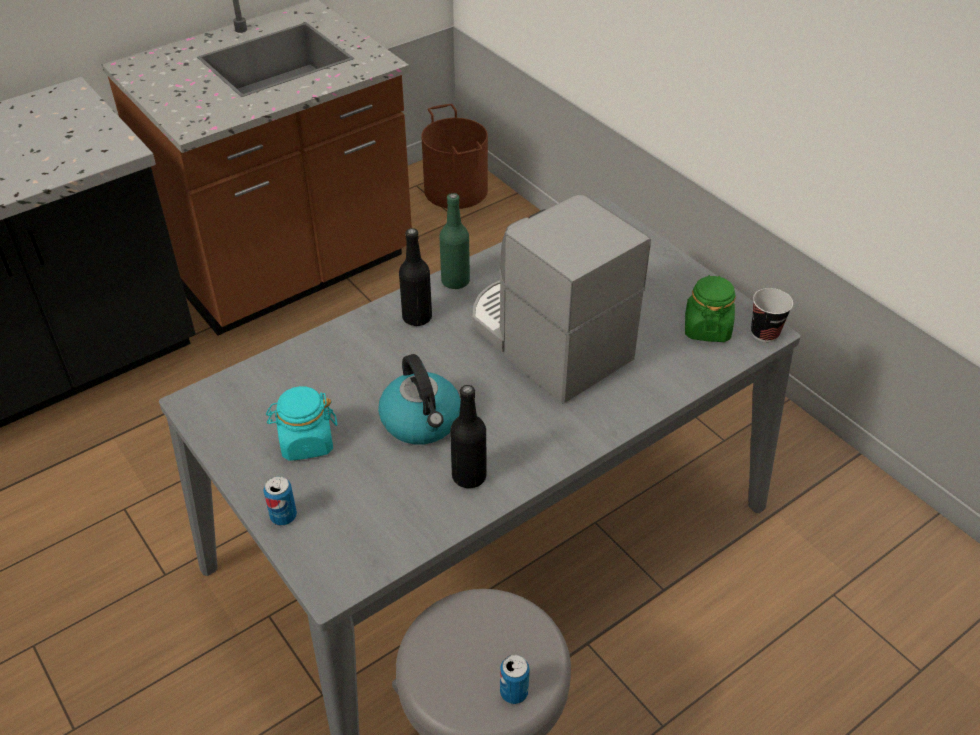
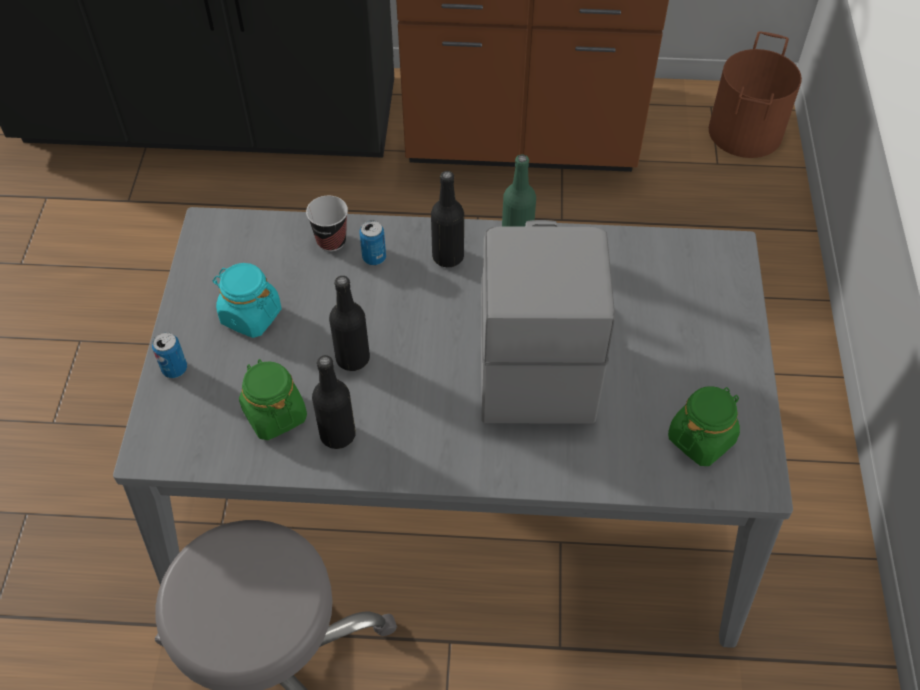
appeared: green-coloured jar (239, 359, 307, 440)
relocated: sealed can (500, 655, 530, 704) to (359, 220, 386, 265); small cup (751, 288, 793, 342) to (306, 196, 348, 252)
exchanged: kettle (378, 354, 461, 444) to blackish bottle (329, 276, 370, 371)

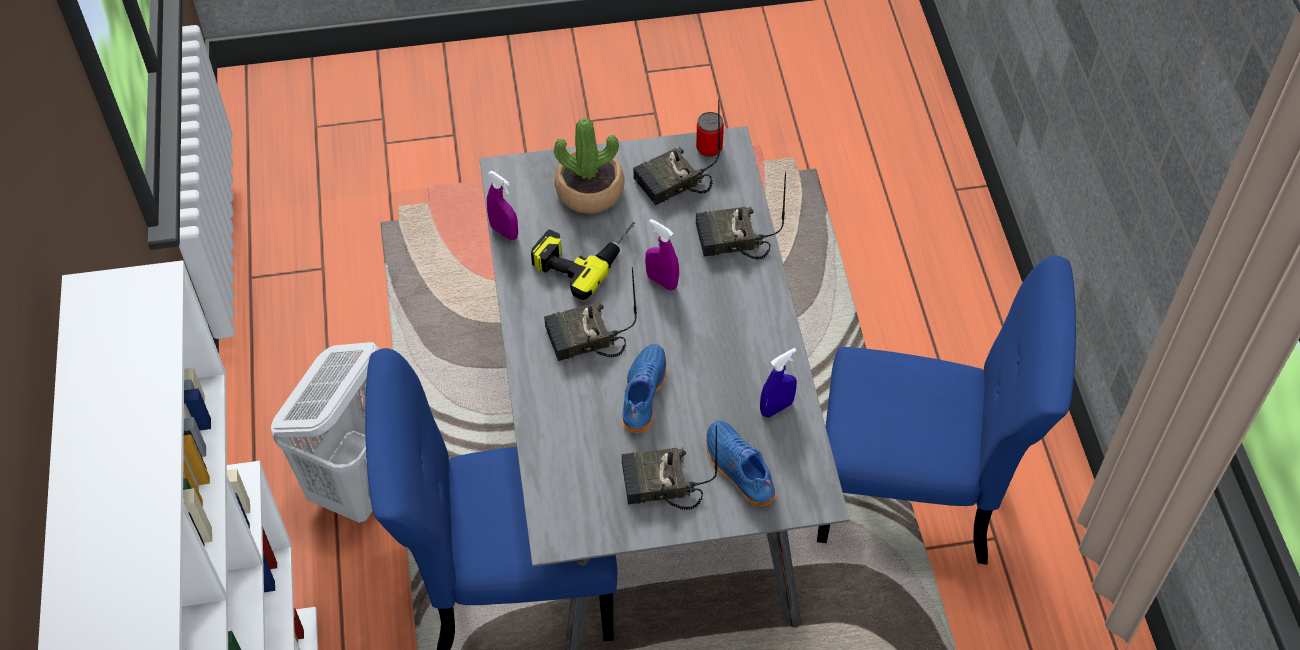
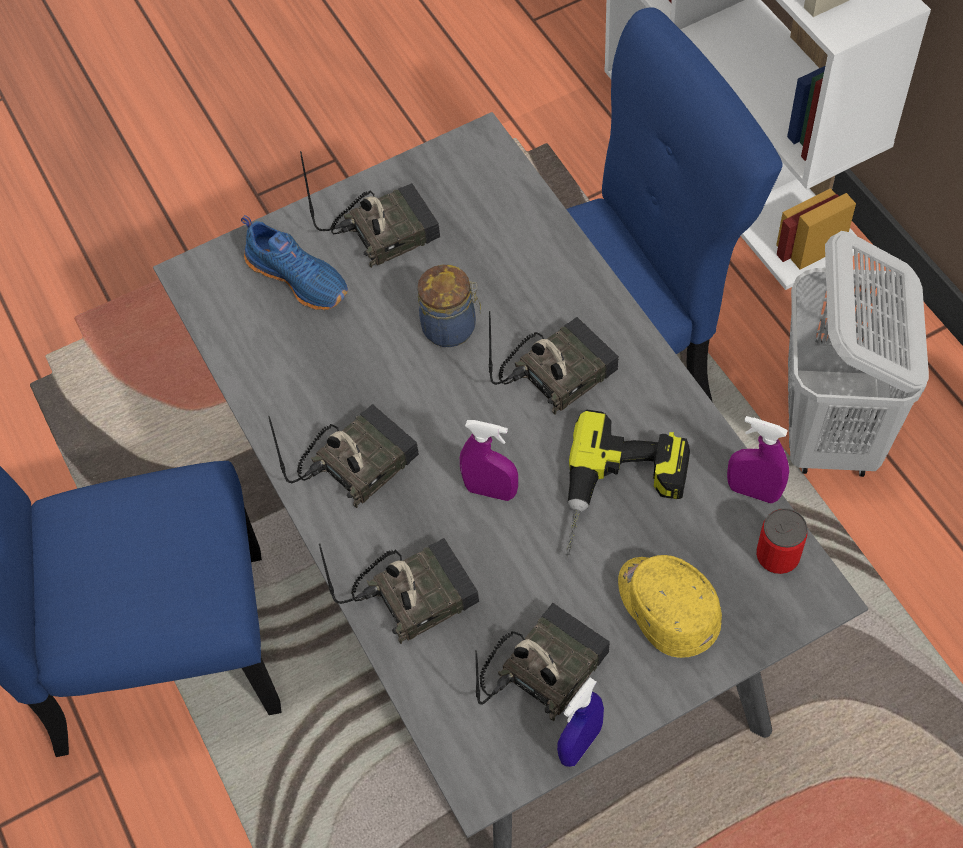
appeared: radio set (268, 404, 419, 508)
relocated: sealed can (696, 112, 724, 157) to (756, 508, 808, 574); bluish spray bottle (760, 348, 797, 418) to (557, 678, 604, 767)
exchanged: plant in a pot (554, 118, 625, 214) to yellow peaked cap (618, 555, 722, 658); bluish low shoe (622, 343, 667, 433) to jar (417, 265, 481, 347)

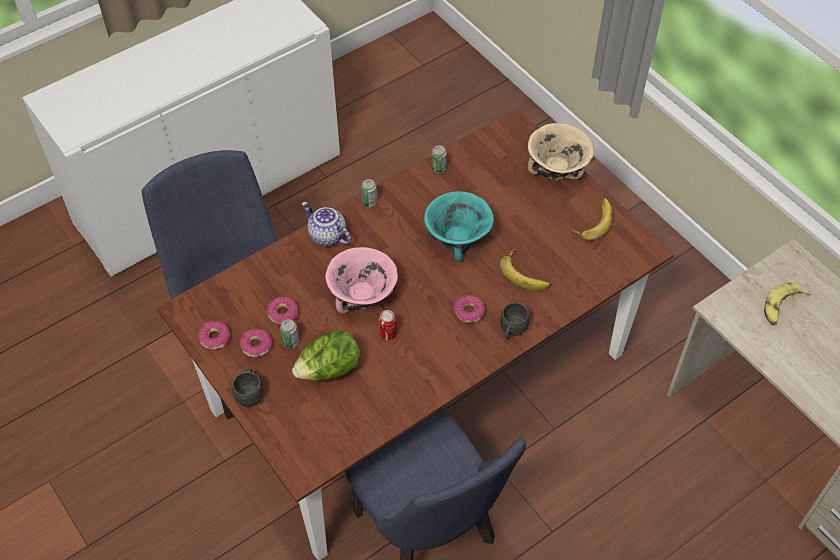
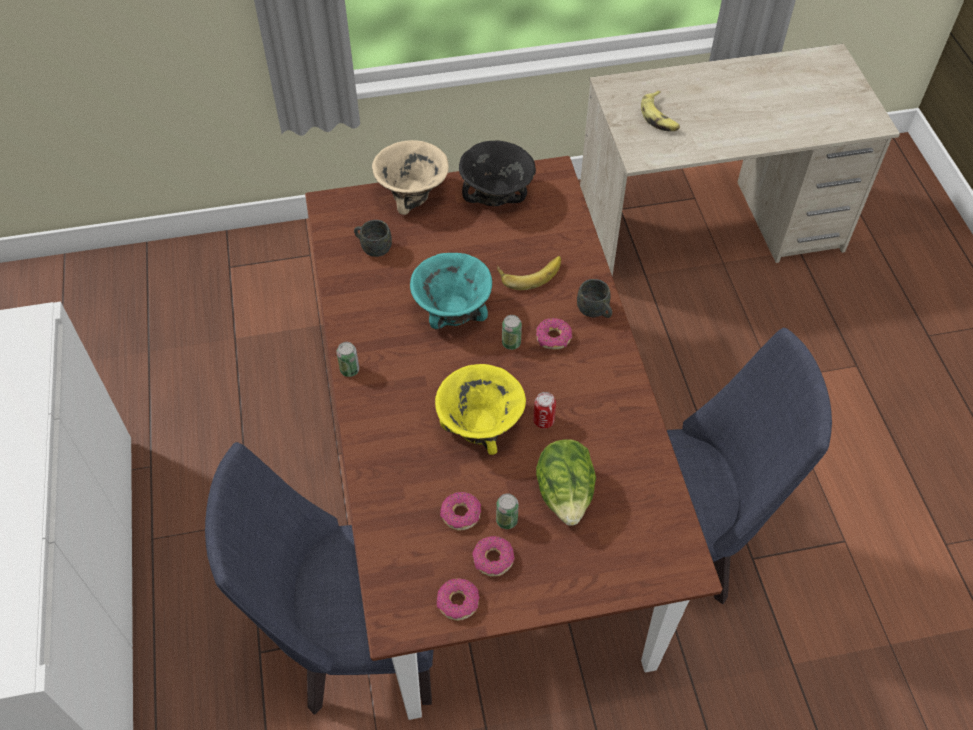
missing: teapot (302, 202, 351, 246)
relocated: grey tea mug (232, 368, 263, 407) to (354, 220, 392, 257); sealed can (431, 145, 447, 174) to (502, 315, 522, 350)
exchanged: banana (570, 198, 613, 241) to blackish bowl (459, 140, 536, 206)
colour: pinkish bowl (325, 247, 398, 313) to yellow bowl (435, 364, 526, 455)

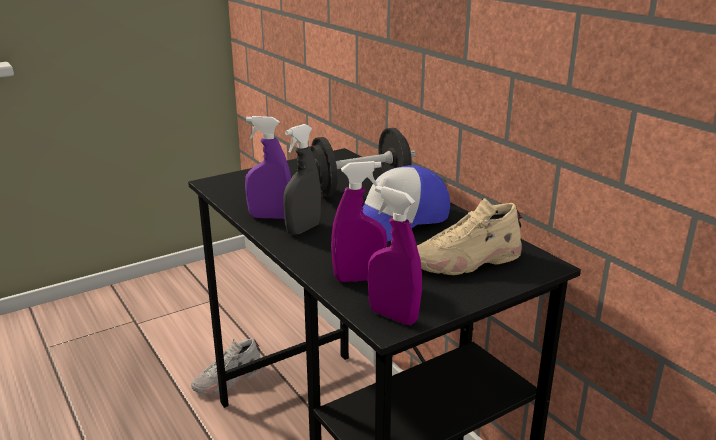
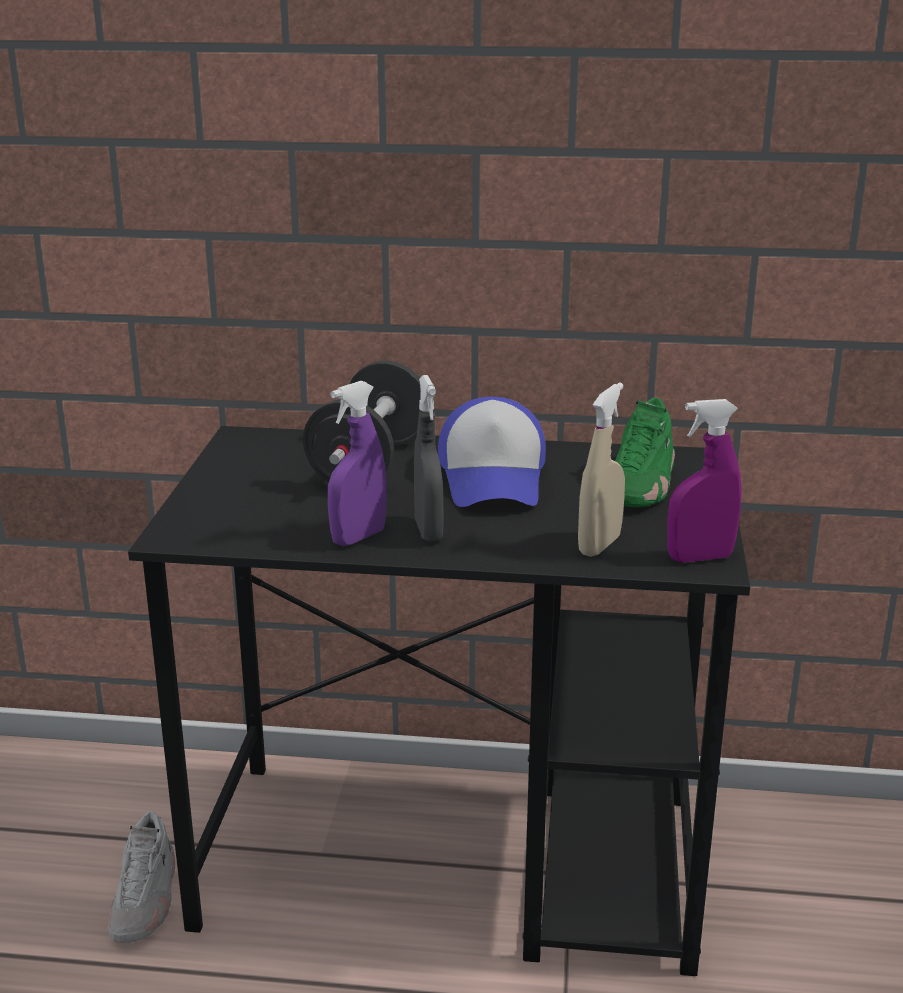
colour: purple spray bottle (331, 161, 387, 282) to sand-coloured spray bottle (578, 382, 625, 557); sand-coloured low shoe (417, 198, 522, 275) to green-coloured low shoe (615, 398, 675, 507)

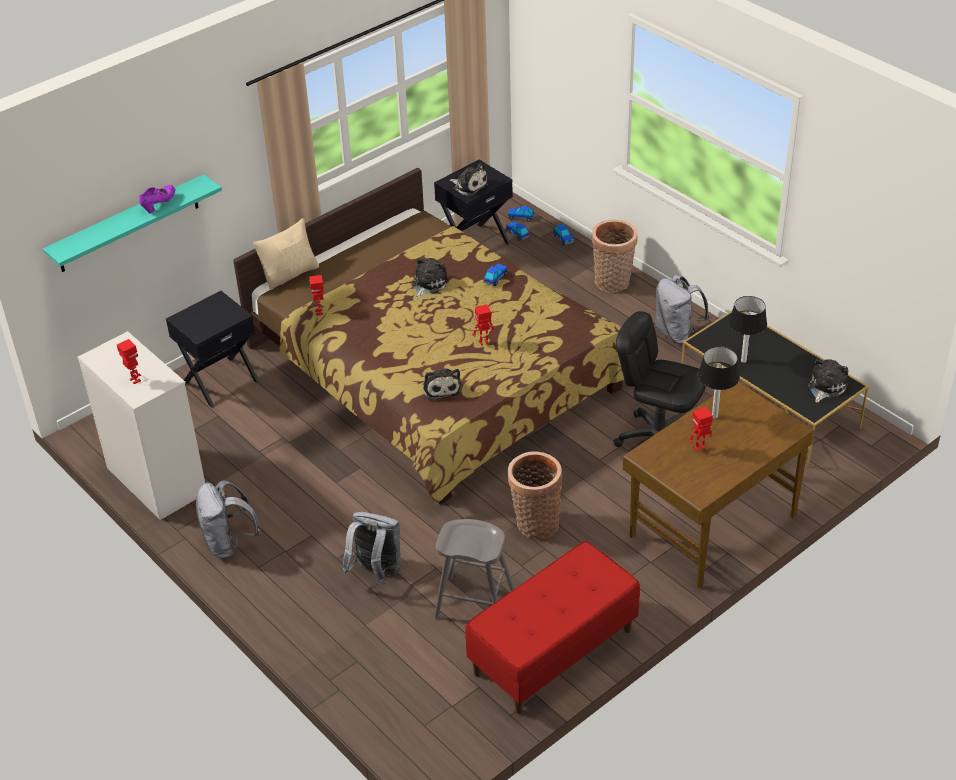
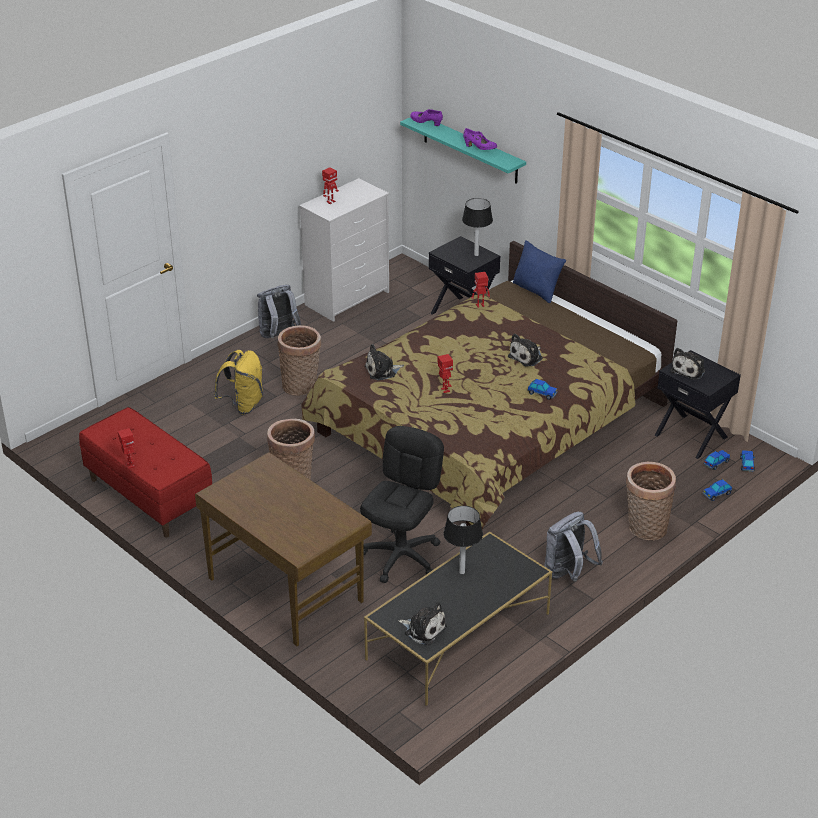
missing: grey stool seat (434, 519, 514, 619)
appeared: storage basket (277, 325, 321, 396); purple low shoe (410, 109, 443, 126)
relocated: toy robot (688, 407, 713, 452) to (118, 428, 135, 469); table lamp (698, 347, 740, 419) to (462, 198, 493, 256)
colour: sand-coloured throw pillow (253, 218, 319, 290) to bluish throw pillow (513, 240, 566, 303); grey knapsack (342, 512, 402, 585) to yellow knapsack (214, 350, 264, 414)
spun: plush toy (412, 258, 449, 298) = (508, 334, 543, 367) 105 degrees clockwise

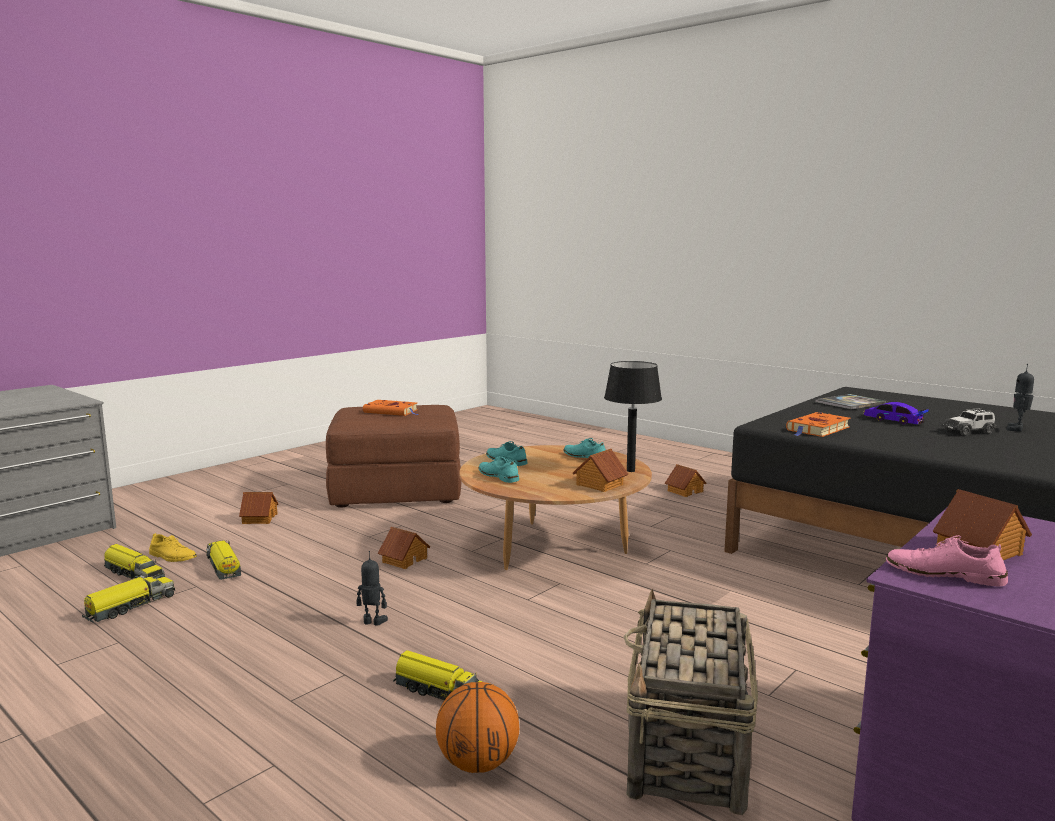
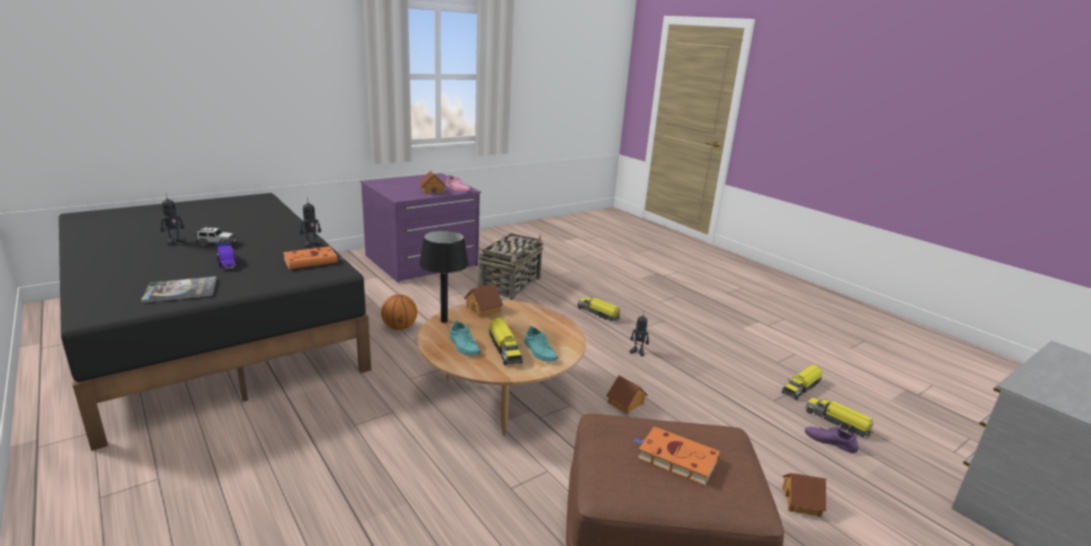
missing: blue-green low shoe (479, 456, 519, 483); miniature house (665, 464, 706, 497)
appeared: toy robot (300, 197, 321, 248)
relocated: toy truck (206, 540, 241, 580) to (489, 317, 523, 365); basketball (436, 682, 519, 773) to (381, 294, 417, 330)
colour: yellow low shoe (149, 533, 197, 562) to purple low shoe (805, 427, 858, 453)

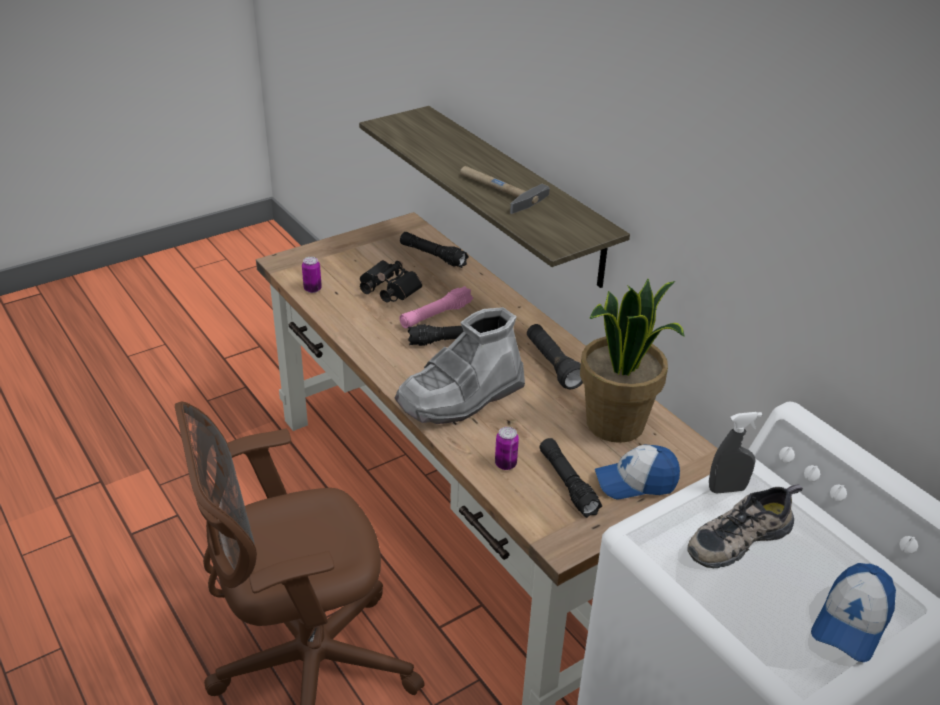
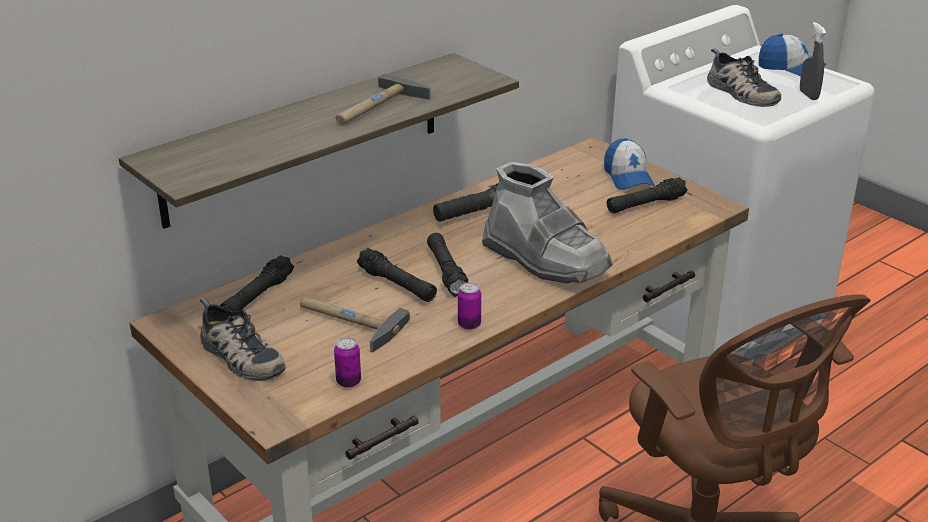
missing: plant in a pot (580, 279, 684, 443)
appeared: low shoe (200, 298, 286, 381)
relocated: sealed can (495, 427, 519, 470) to (458, 283, 481, 330); grey spray bottle (709, 412, 762, 494) to (800, 22, 826, 100)
exchanged: blackish field glasses (360, 260, 422, 303) to hand hammer (300, 296, 410, 353)
colour: pinkish torch (399, 286, 473, 328) to blackish torch (357, 248, 437, 302)

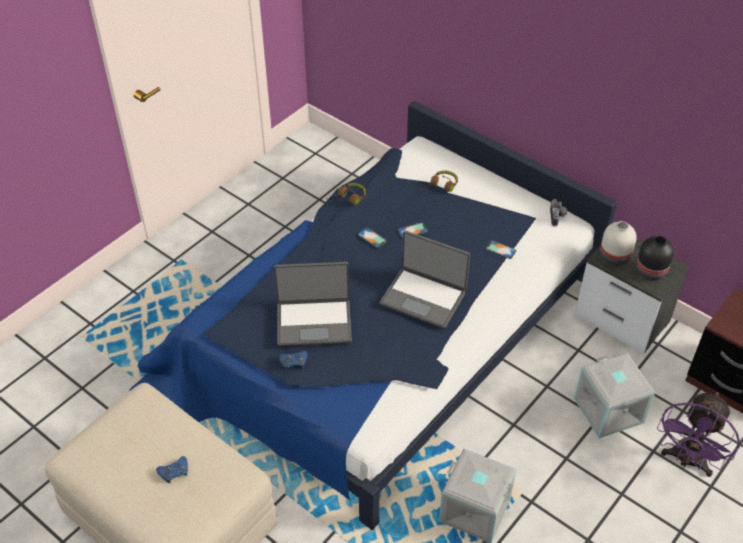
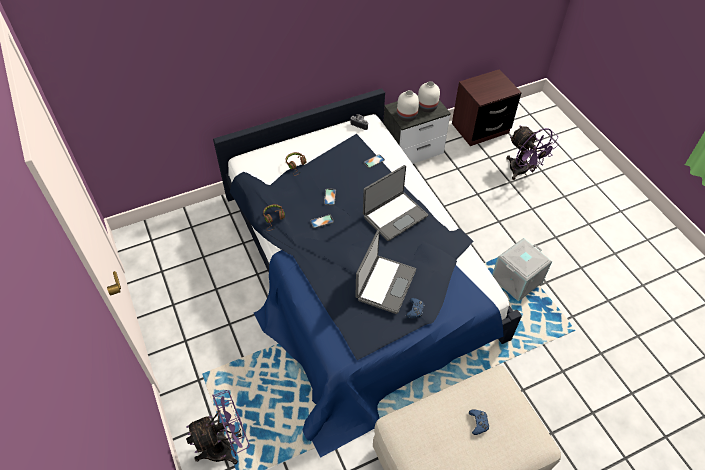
missing: grey storage container (574, 353, 655, 438)
appeared: purple electric fan (186, 390, 250, 465)
colour: blackish decorative vase (636, 236, 674, 281) to whitish decorative vase (418, 81, 440, 112)

